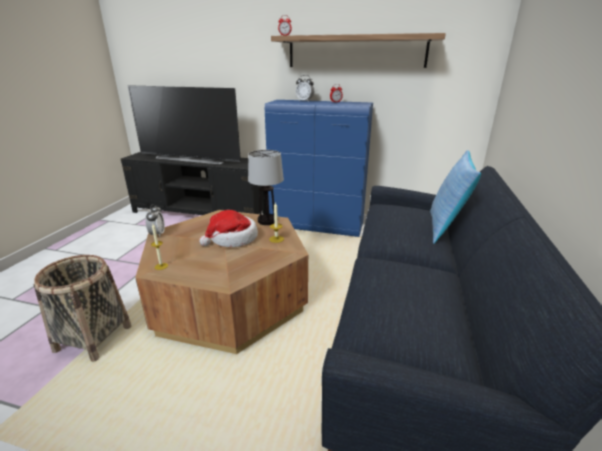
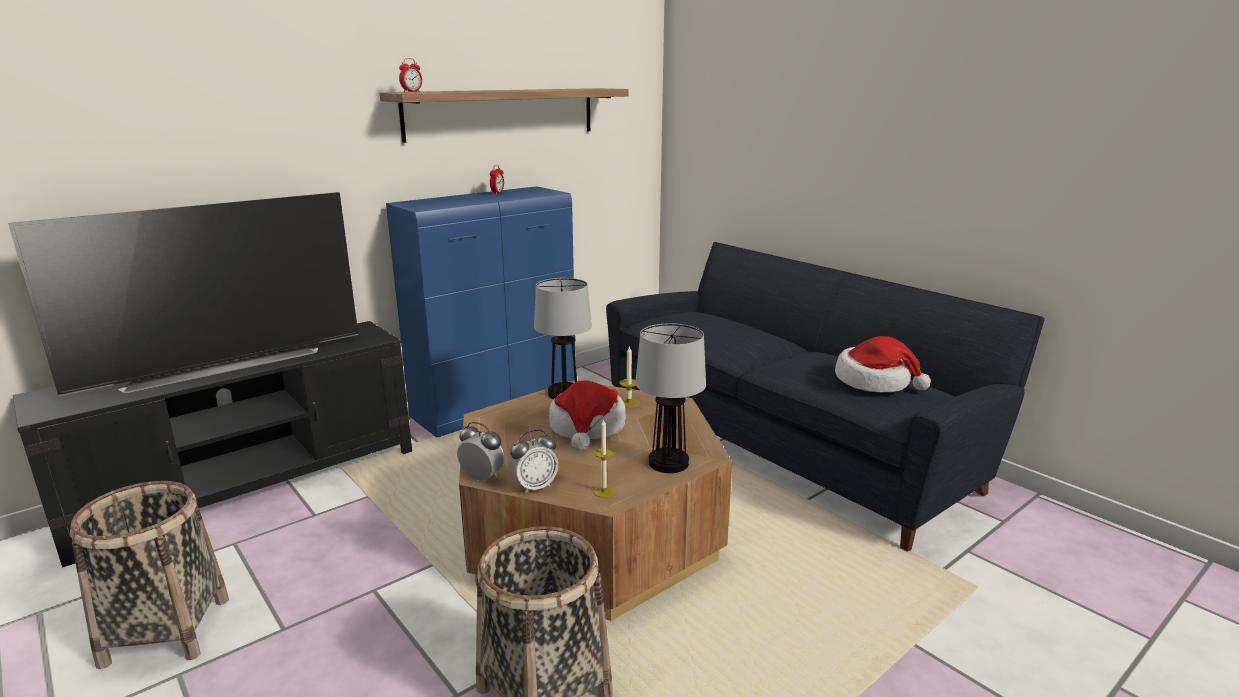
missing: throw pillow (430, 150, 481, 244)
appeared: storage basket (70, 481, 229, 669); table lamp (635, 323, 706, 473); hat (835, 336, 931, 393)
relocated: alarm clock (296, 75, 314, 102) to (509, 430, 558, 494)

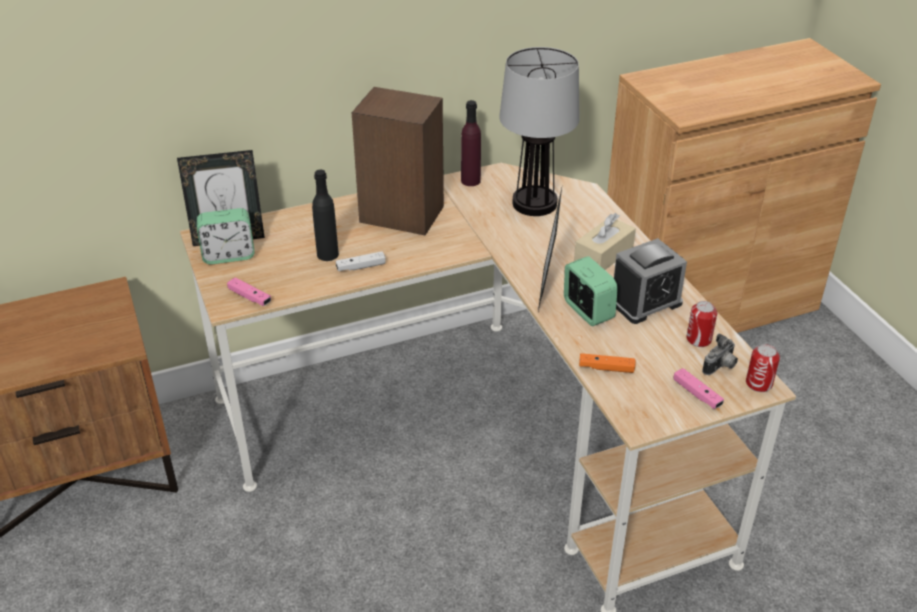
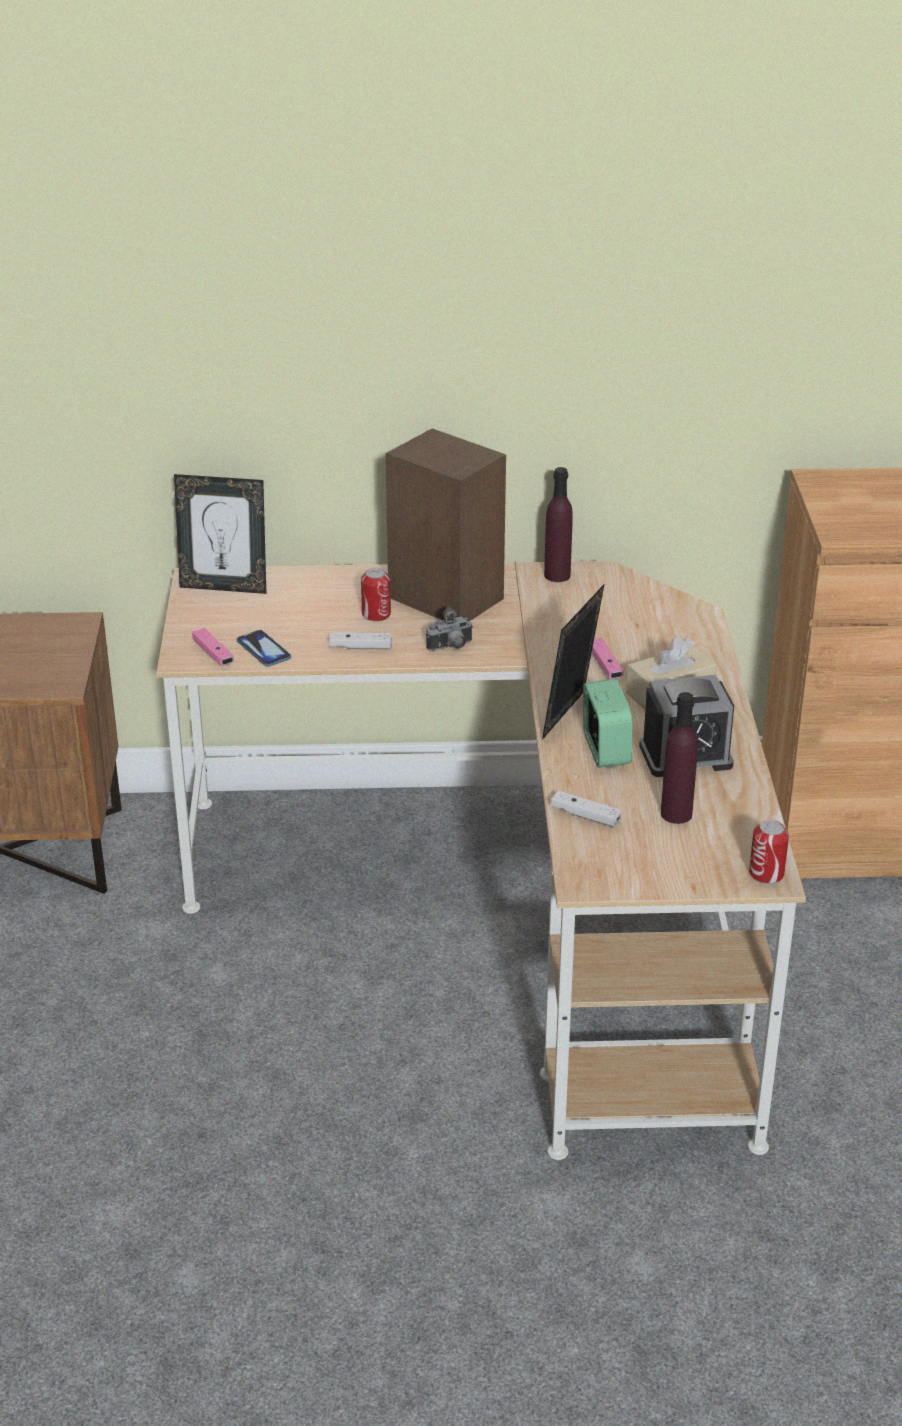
missing: alarm clock (197, 208, 254, 264); blackish bottle (312, 170, 339, 261); table lamp (499, 47, 579, 216)
appeared: telephone (237, 630, 291, 667); purple bottle (661, 692, 698, 824)
relocated: pinkish gamepad (673, 368, 724, 409) to (592, 638, 624, 679); sealed can (686, 301, 717, 347) to (361, 568, 391, 622); still camera (702, 333, 738, 375) to (426, 606, 473, 651)
colour: orange-coloured gamepad (579, 353, 635, 373) to whitish gamepad (551, 791, 622, 828)

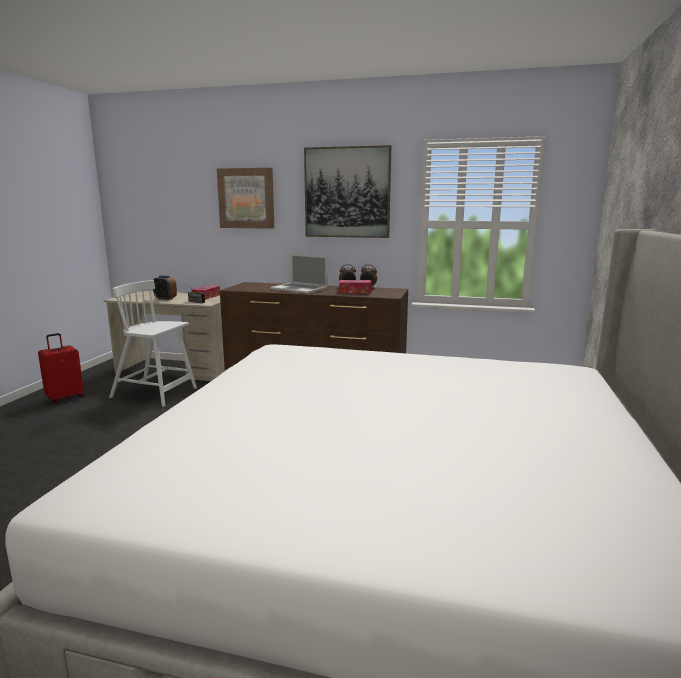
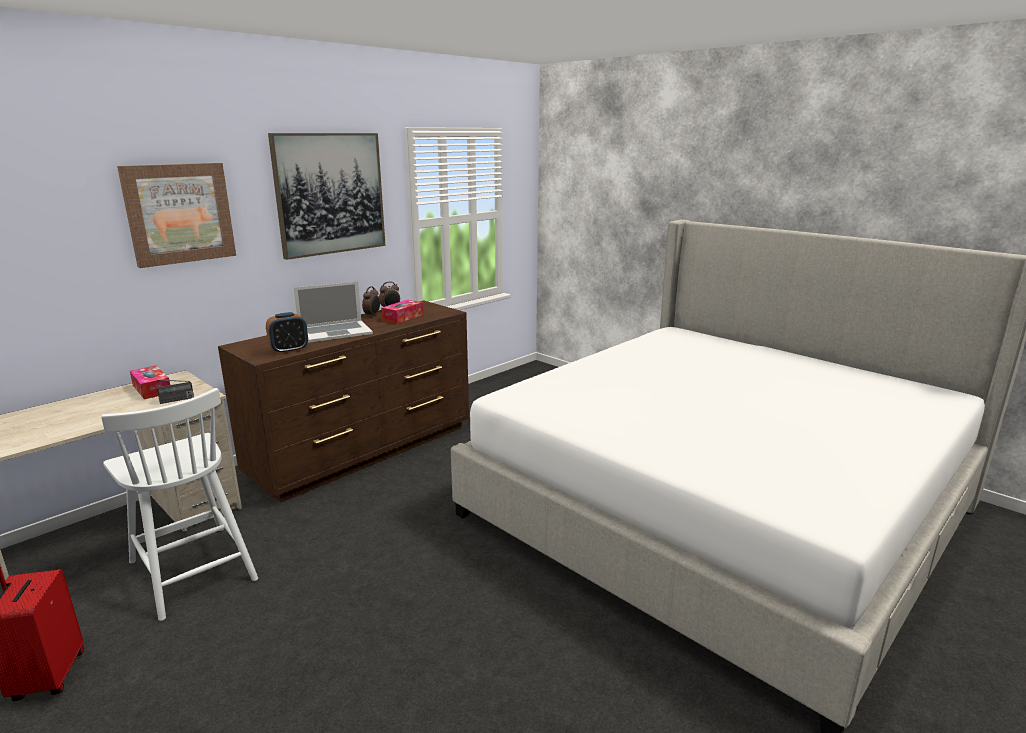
relocated: alarm clock (153, 275, 177, 300) to (266, 312, 308, 354)
spun: whitish upright chair (109, 280, 197, 407) = (101, 388, 258, 621) 90 degrees counterclockwise

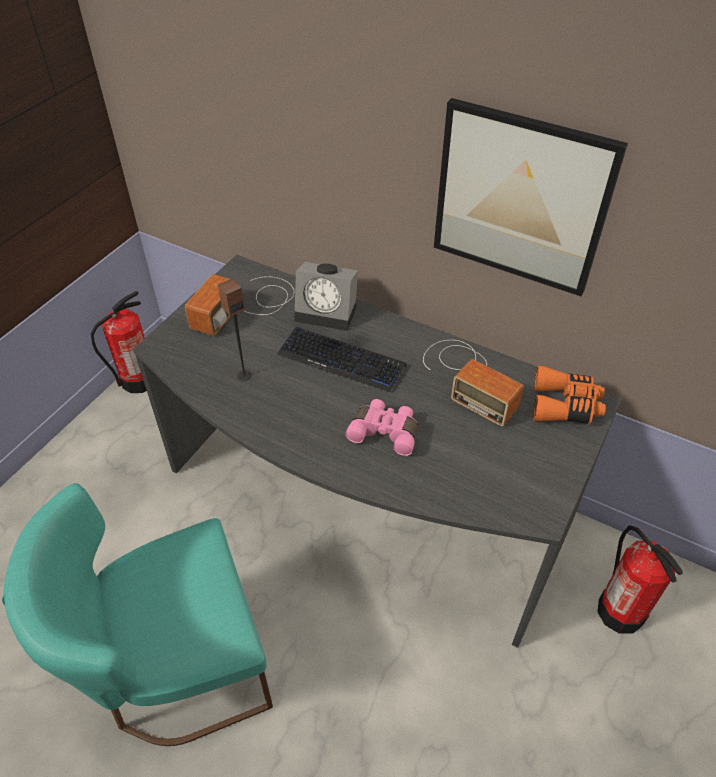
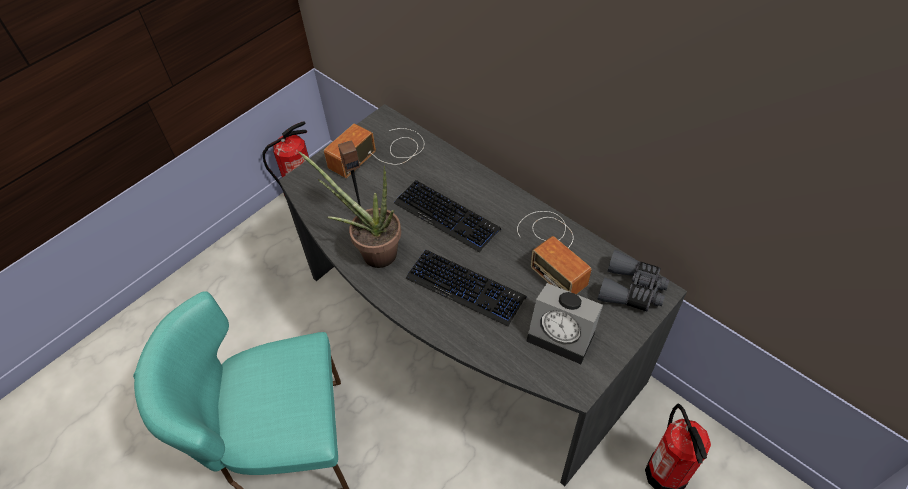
missing: wall picture (434, 98, 628, 297)
appeared: plant in a pot (298, 151, 401, 268)
relocated: alarm clock (294, 262, 358, 331) to (526, 283, 603, 364)
exchanged: pinkish field glasses (345, 399, 418, 456) to keyboard (405, 250, 526, 326)
colour: orange-coloured field glasses (533, 366, 606, 424) to grey field glasses (598, 250, 669, 311)

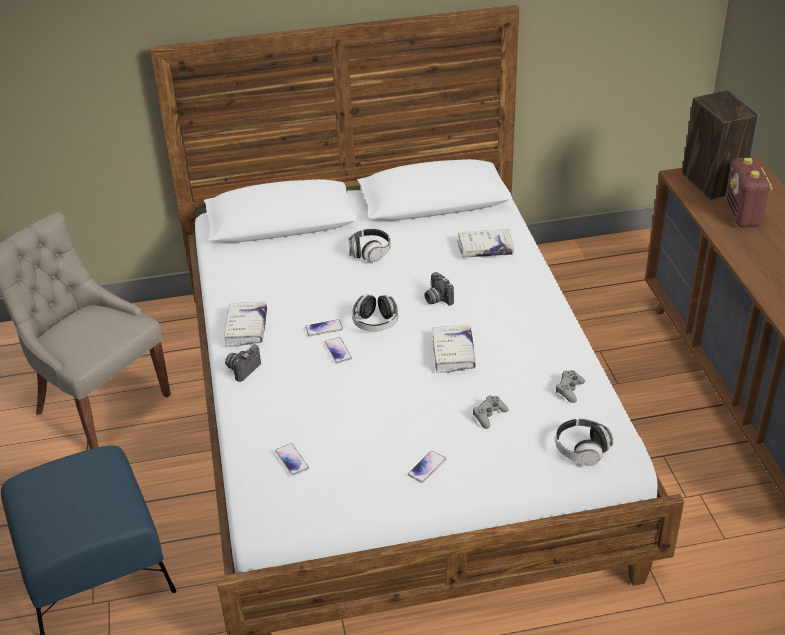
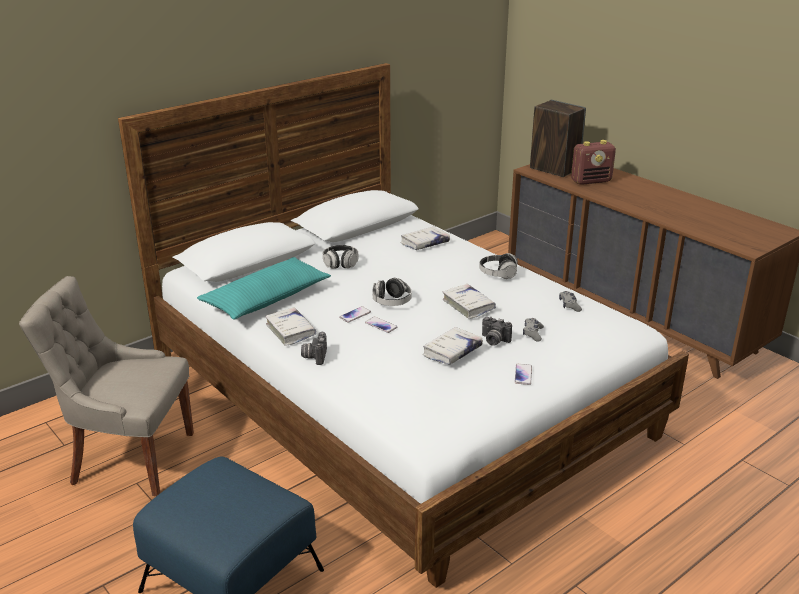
missing: telephone (275, 443, 309, 476)
appeared: blue-green throw pillow (197, 257, 331, 320); whitish book (422, 327, 483, 365)
relocated: still camera (424, 272, 454, 306) to (482, 317, 512, 346); headphones (555, 418, 613, 466) to (479, 253, 518, 279)
spun: radio set (725, 158, 773, 228) = (571, 140, 616, 185) 75 degrees counterclockwise

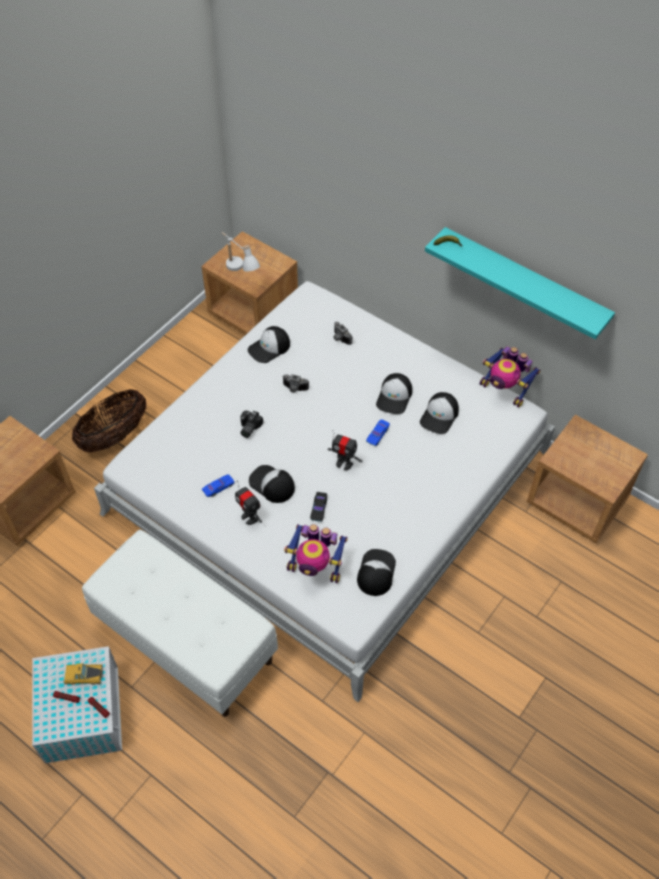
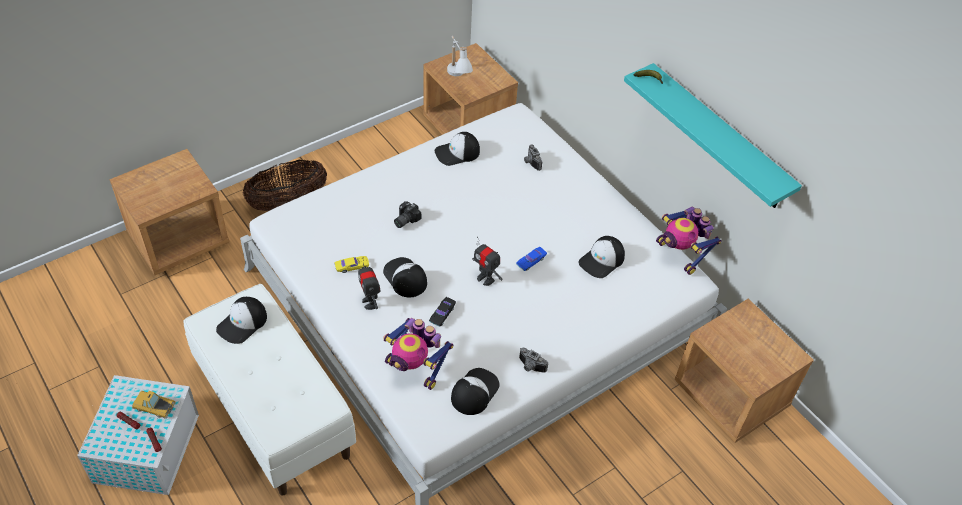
relocated: still camera (282, 374, 309, 393) to (519, 348, 548, 373); peaked cap (376, 373, 412, 414) to (216, 297, 267, 344)
colour: bluish model car (202, 474, 234, 497) to yellow model car (334, 256, 369, 273)

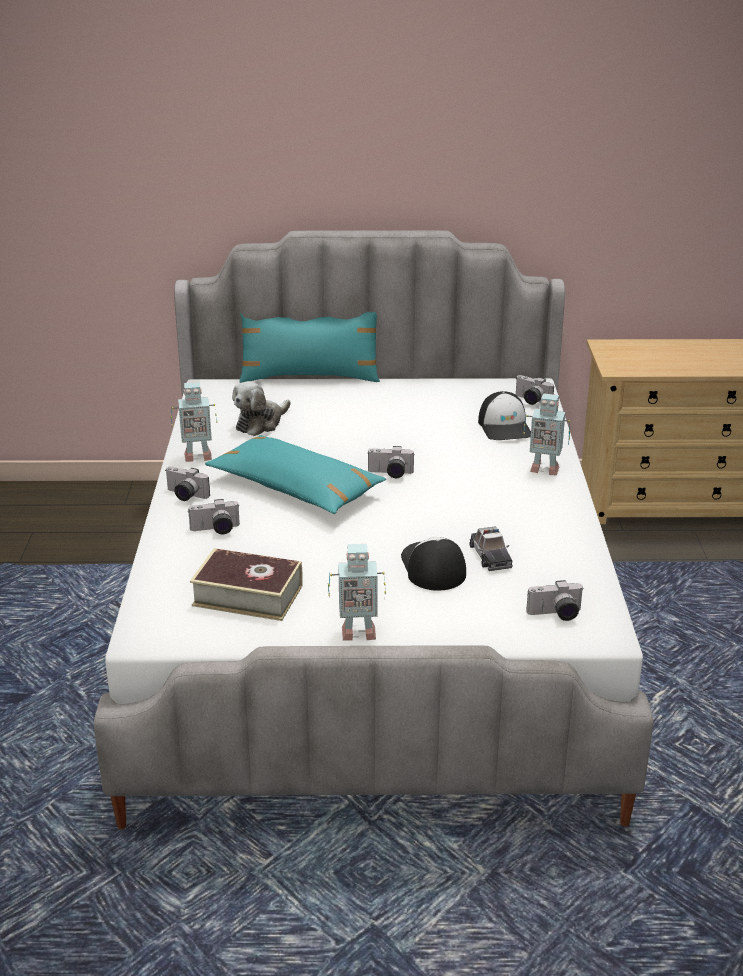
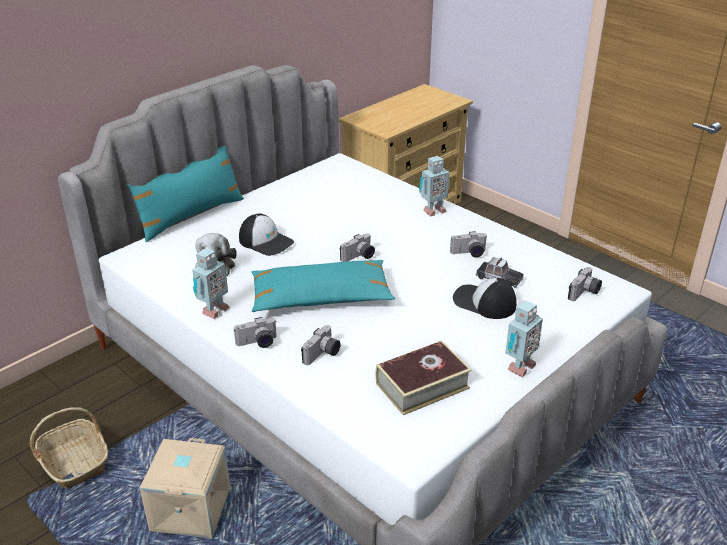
appeared: storage basket (30, 407, 108, 489); sand-coloured storage container (140, 438, 231, 539)
relocated: peaked cap (478, 391, 531, 440) to (239, 213, 294, 256); still camera (516, 375, 554, 405) to (450, 231, 488, 257)

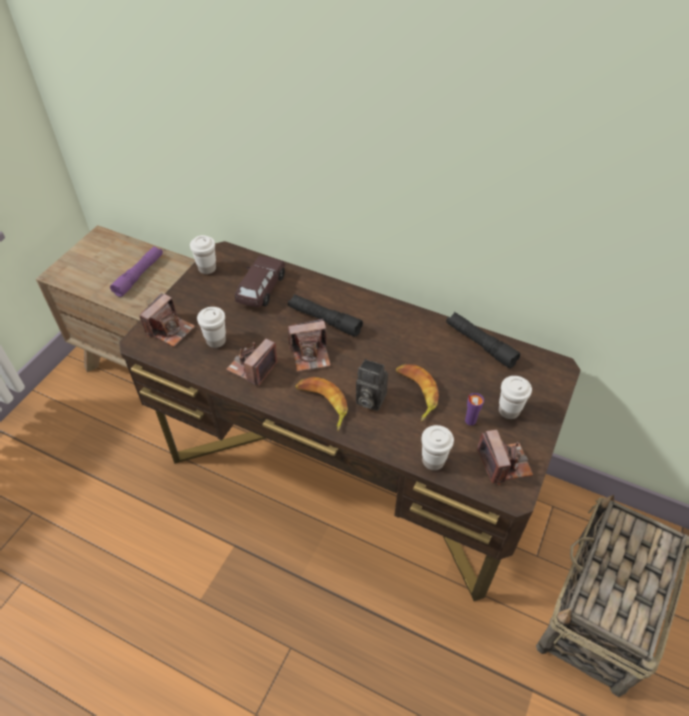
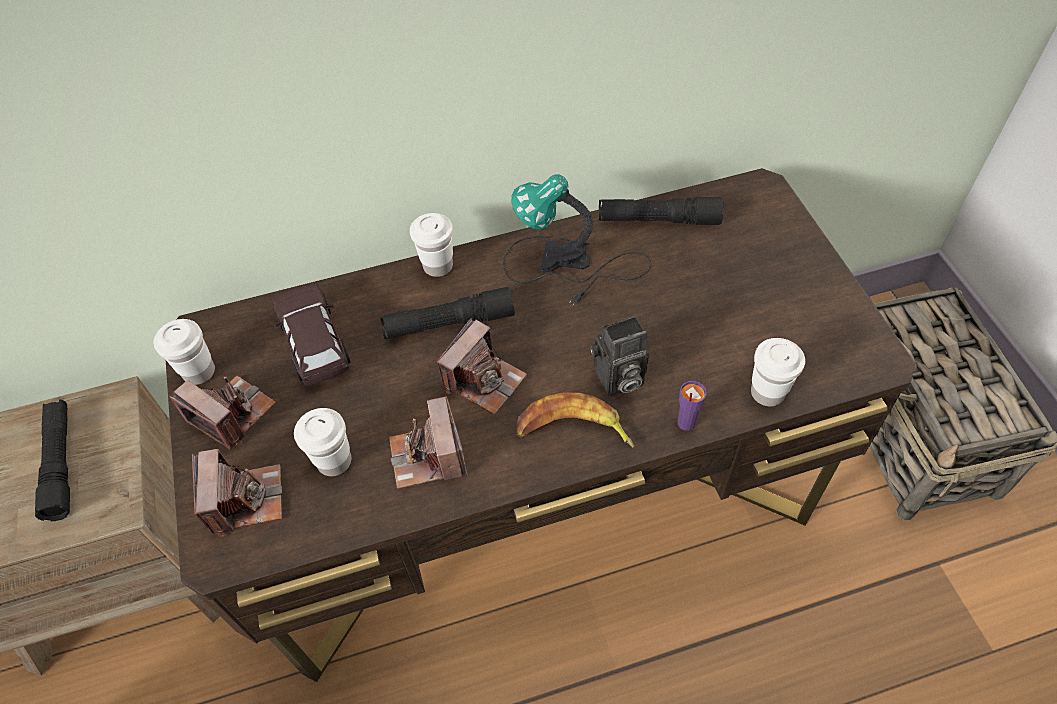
missing: banana (396, 364, 439, 422)
appeared: table lamp (503, 174, 652, 305)
relocated: purple small cup (465, 393, 484, 425) to (677, 381, 707, 431); still camera (477, 430, 533, 485) to (170, 376, 276, 449); whitish small cup (499, 376, 532, 419) to (410, 213, 453, 277)
colour: purple torch (110, 246, 163, 297) to blackish torch (35, 400, 70, 521)

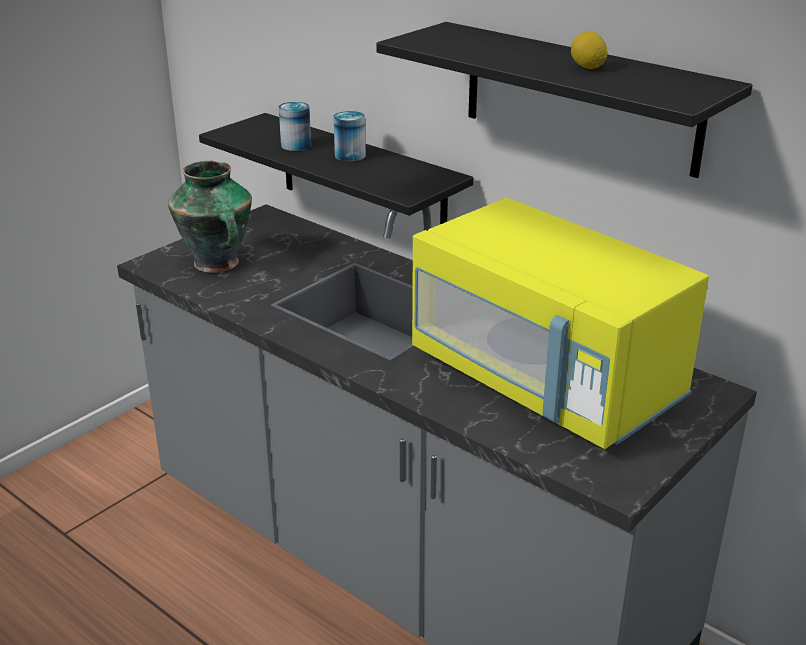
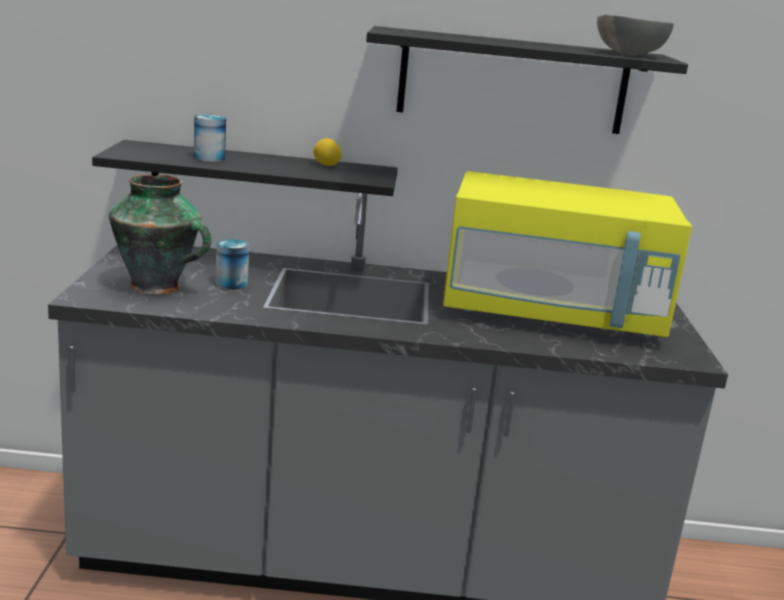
appeared: grey bowl (597, 14, 674, 55)
relocated: sealed can (333, 111, 366, 162) to (216, 239, 249, 290); lemon (571, 31, 607, 69) to (313, 138, 342, 166)

